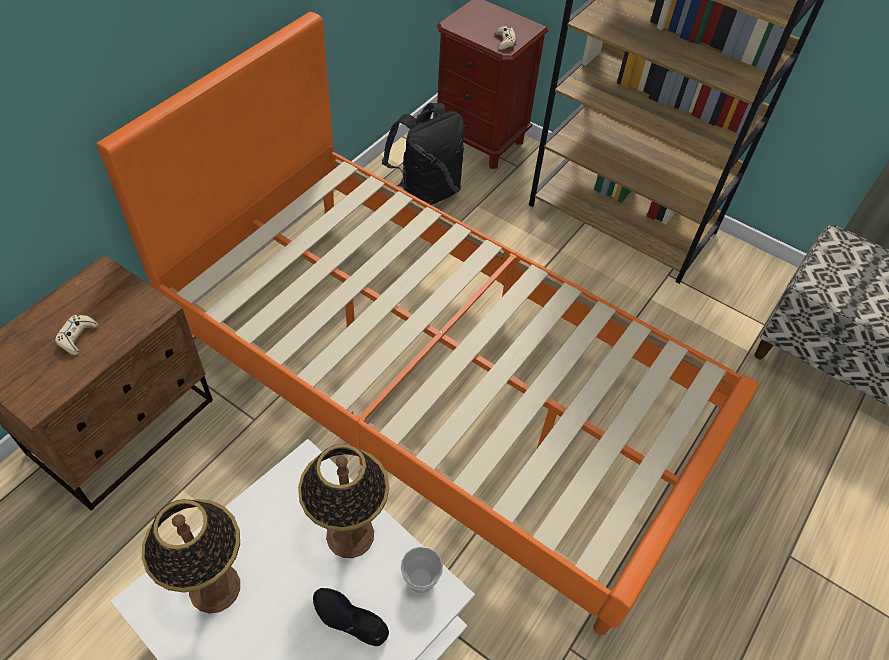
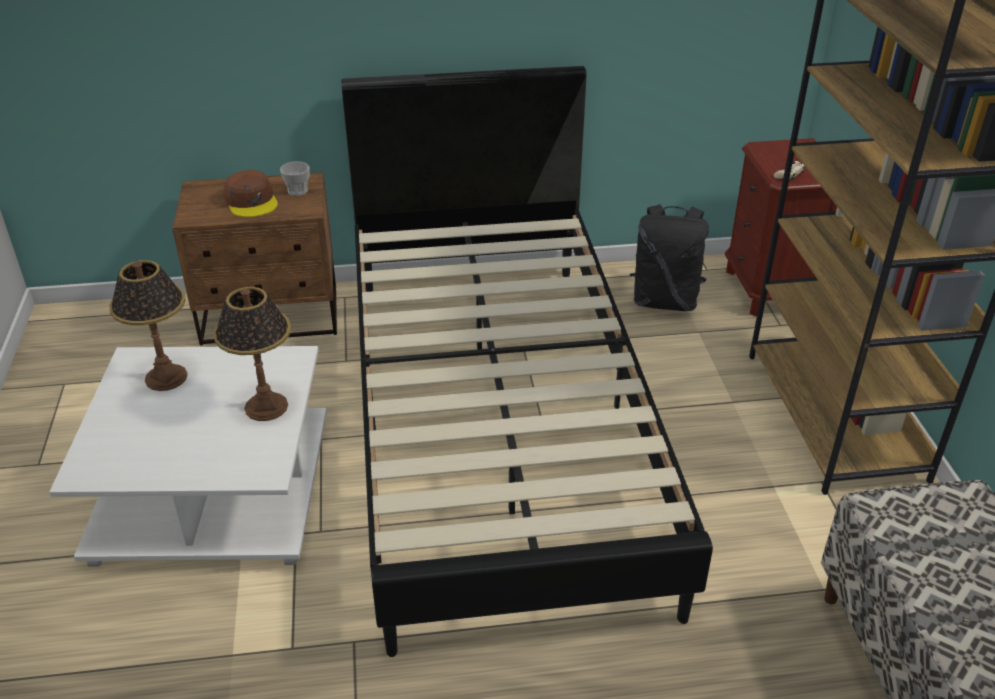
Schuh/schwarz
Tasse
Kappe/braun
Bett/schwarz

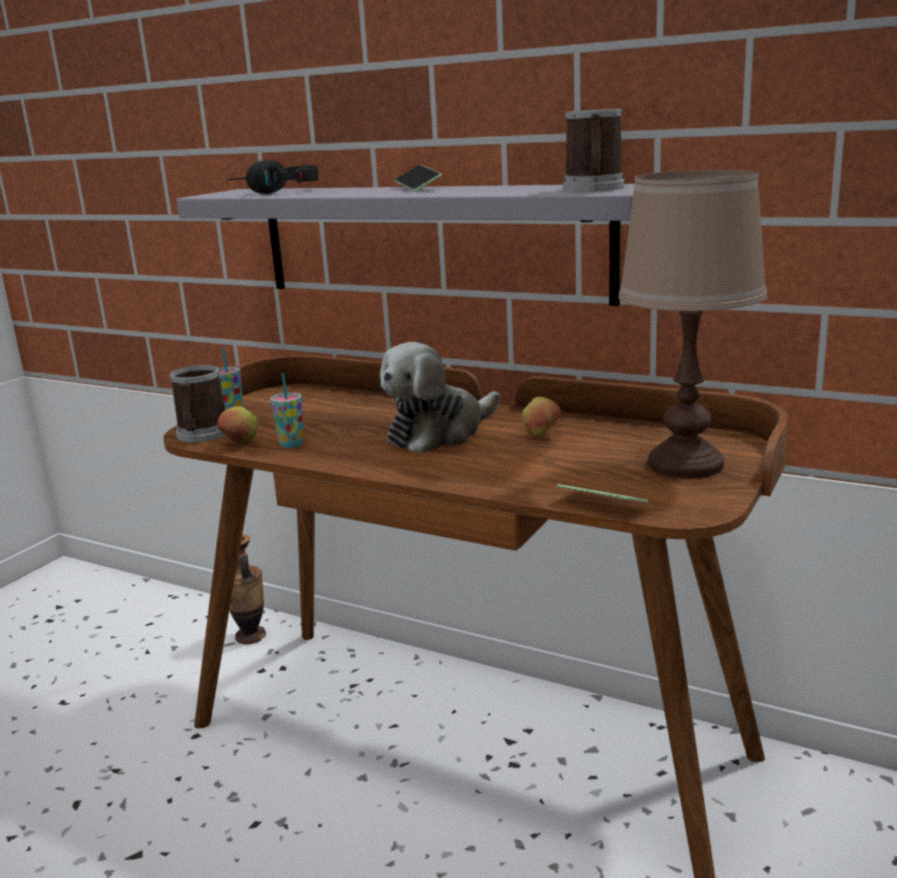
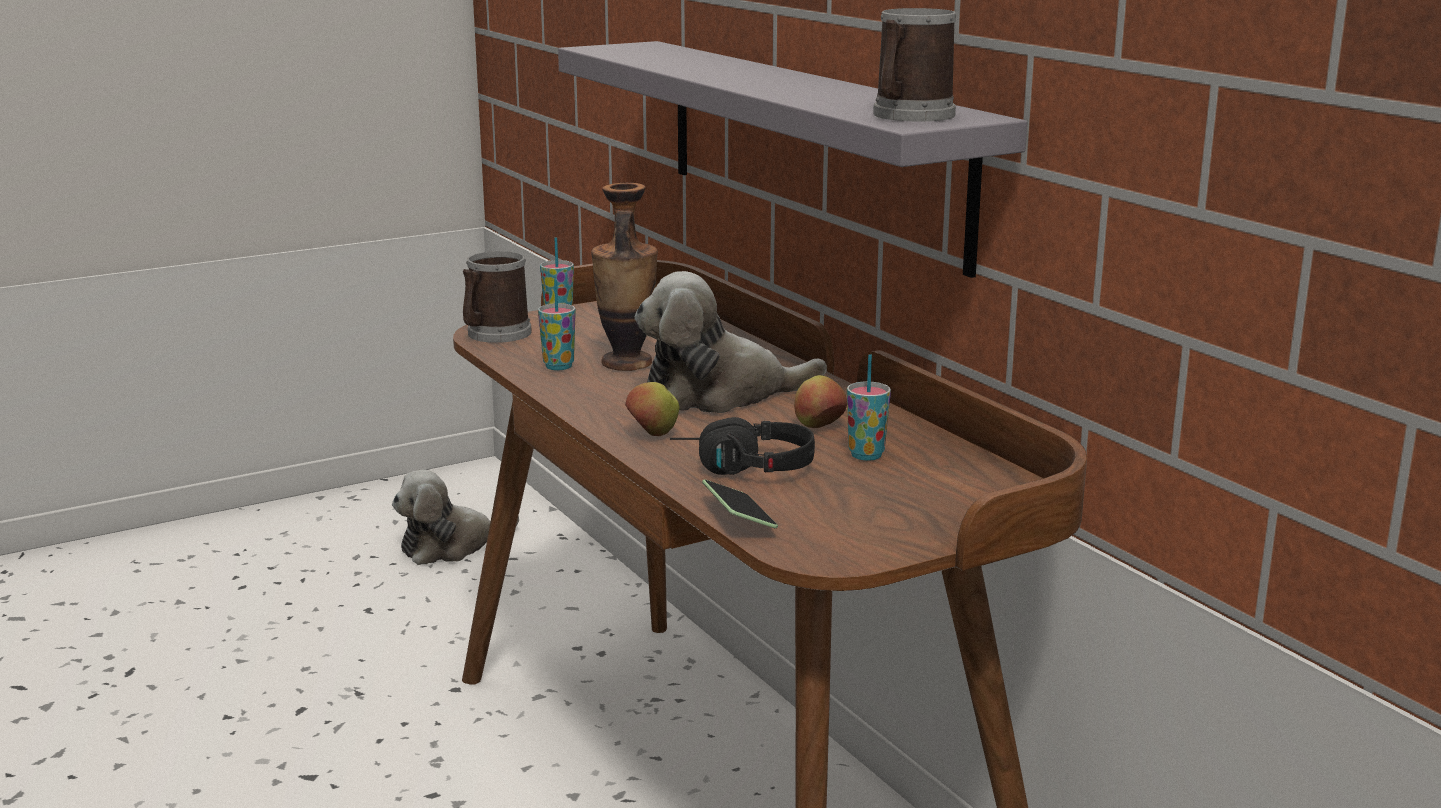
Handy (1st from left in the first image)
Tischlampe/braun
Plüschtier (1st from left)
Tasse (3rd from left)
Apfel (1st from left)
Kopfhörer/schwarz
Vase

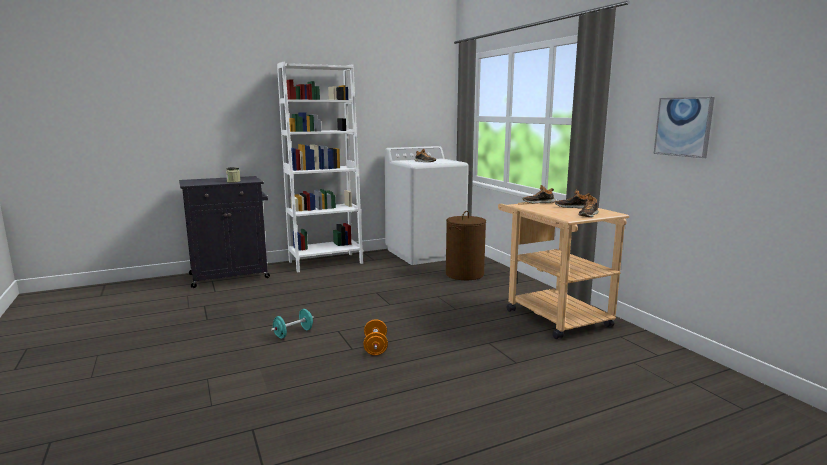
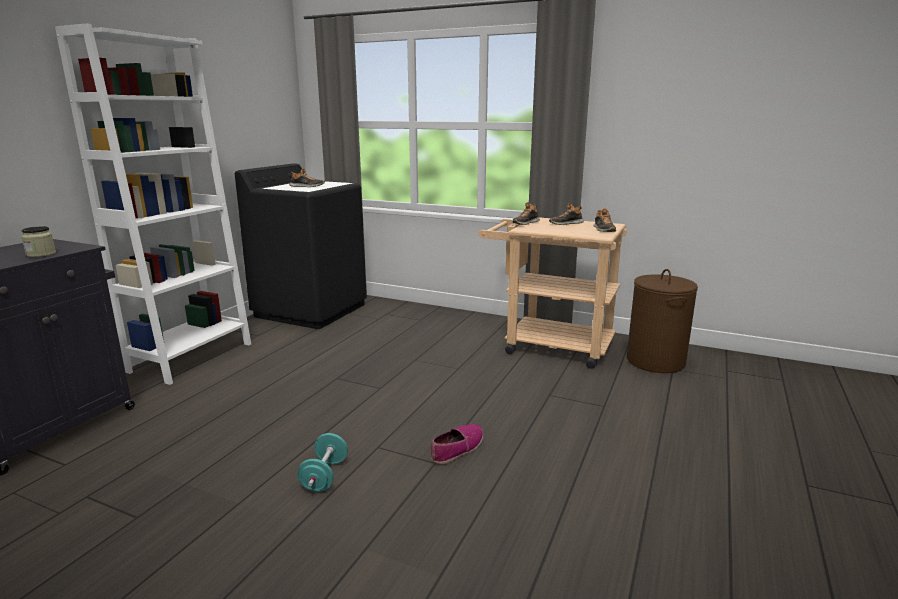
Bild
Wäschekorb/braun
Schuh (2nd from left)
Waschmaschine/schwarz

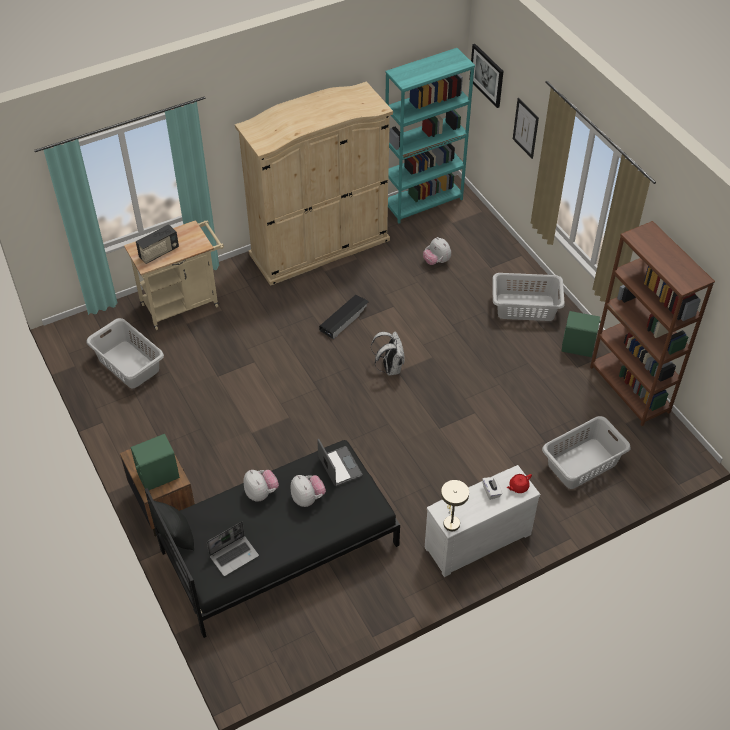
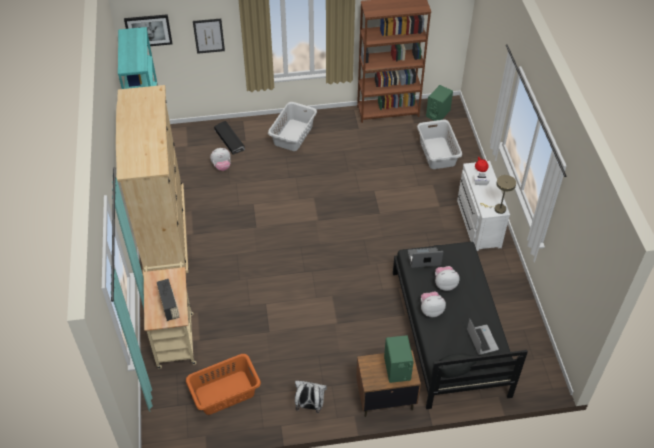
Aufbewahrungsbox/schwarz
Rucksack/weiß
Lautsprecher/grün (2nd from left)
Wäschekorb/orange

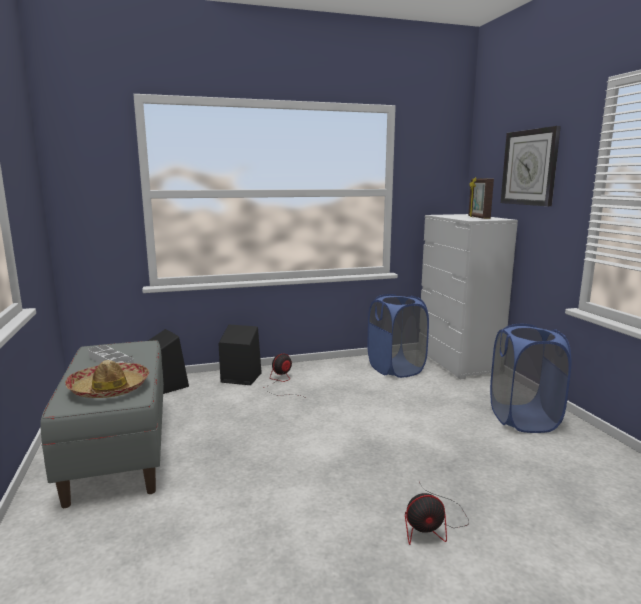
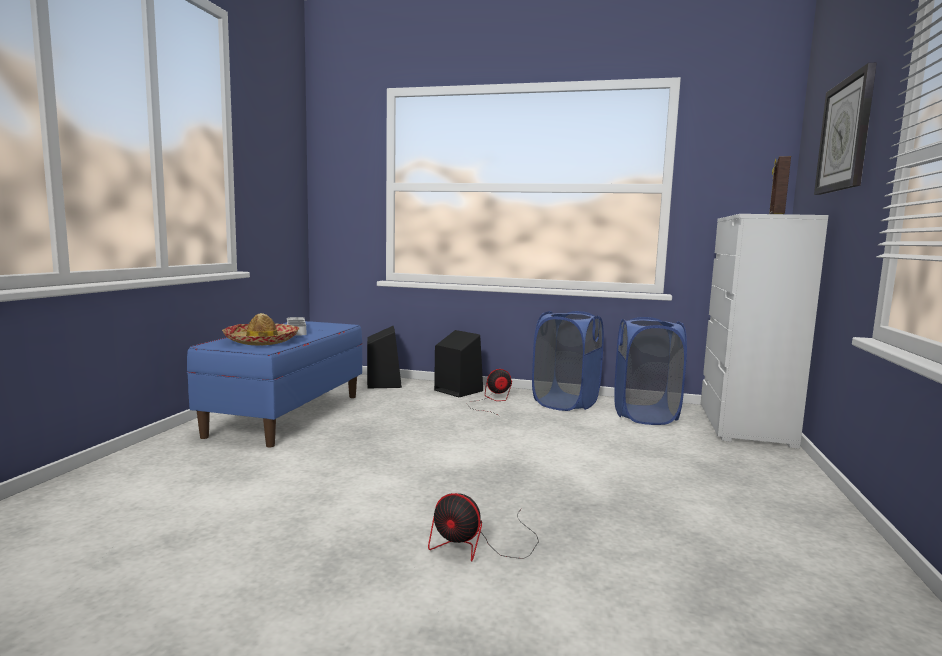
Wäschekorb/blau (1st from left)
Bank/blau

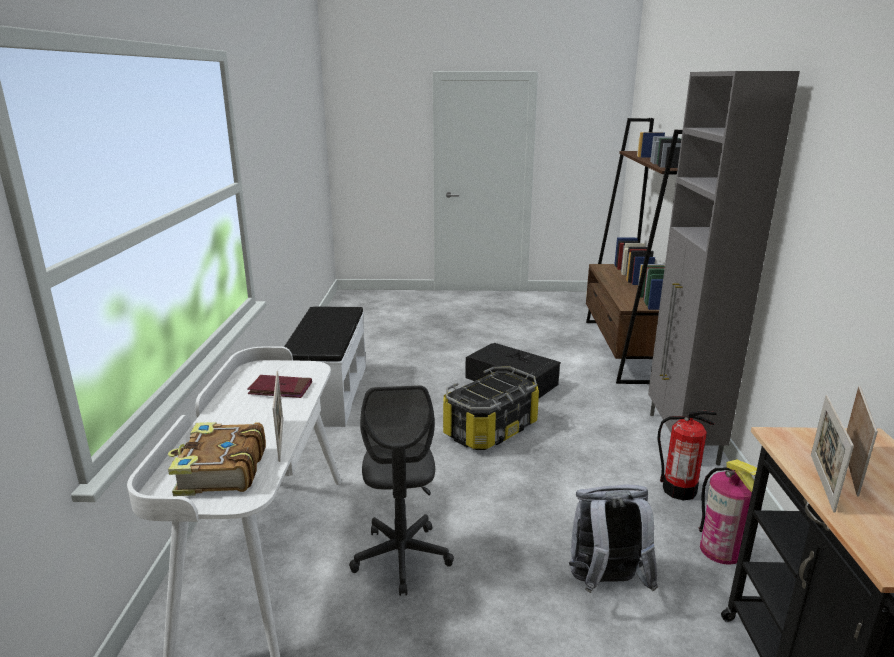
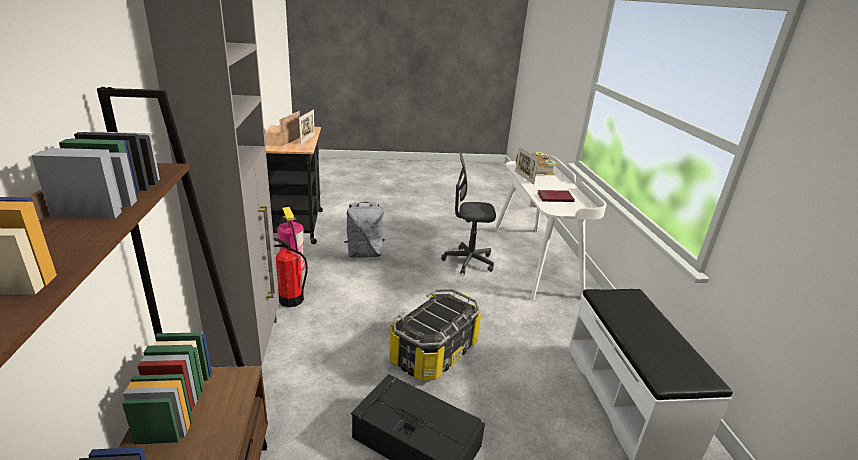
Bürostuhl/grau

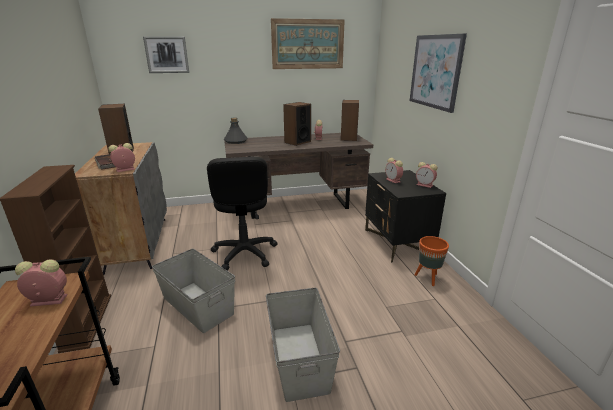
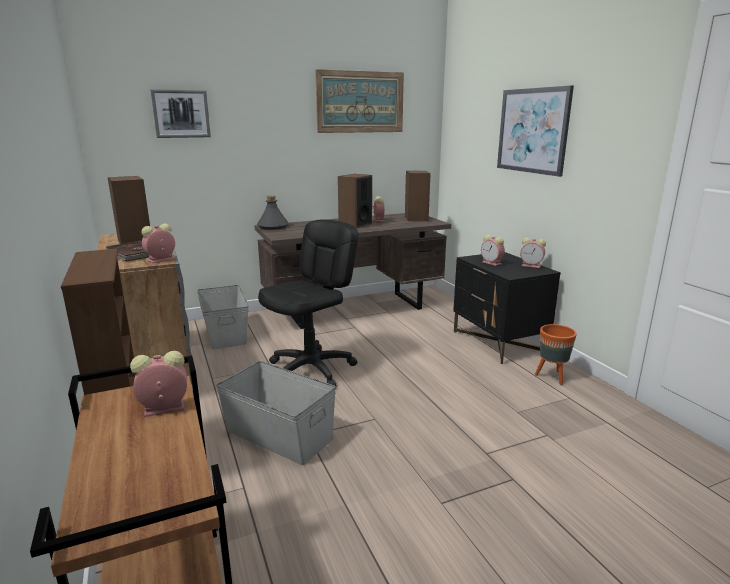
Aufbewahrungsbox/grau (1st from left)
Bürostuhl/schwarz

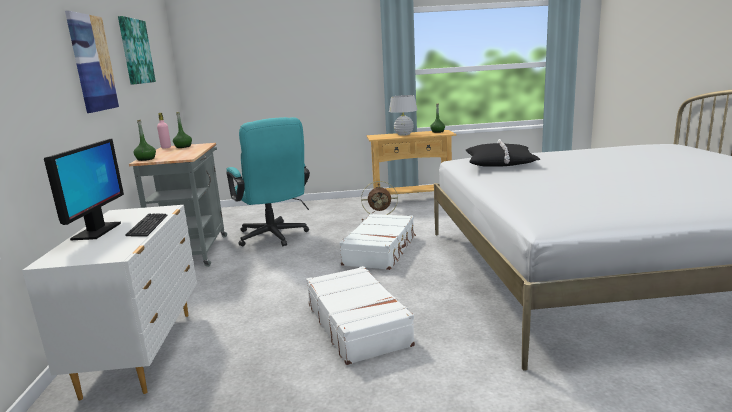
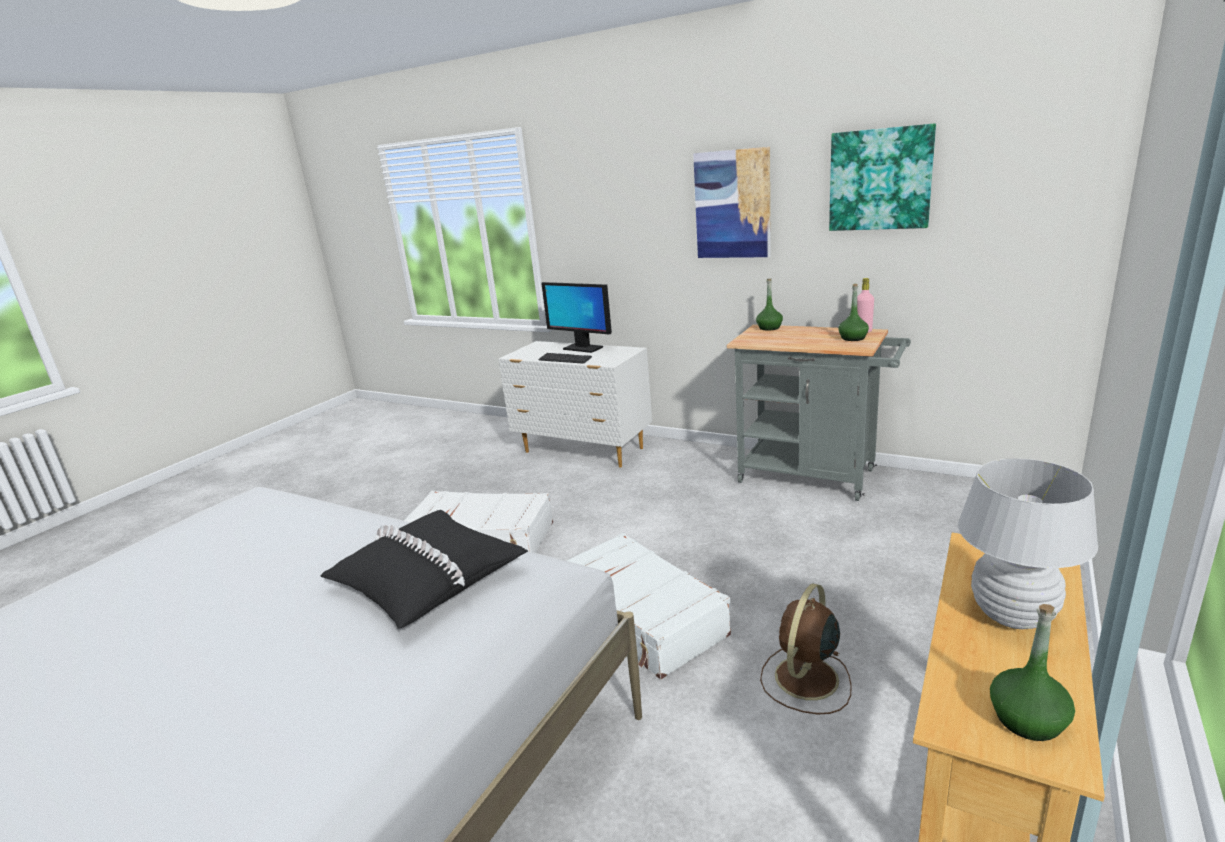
Bürostuhl/türkis

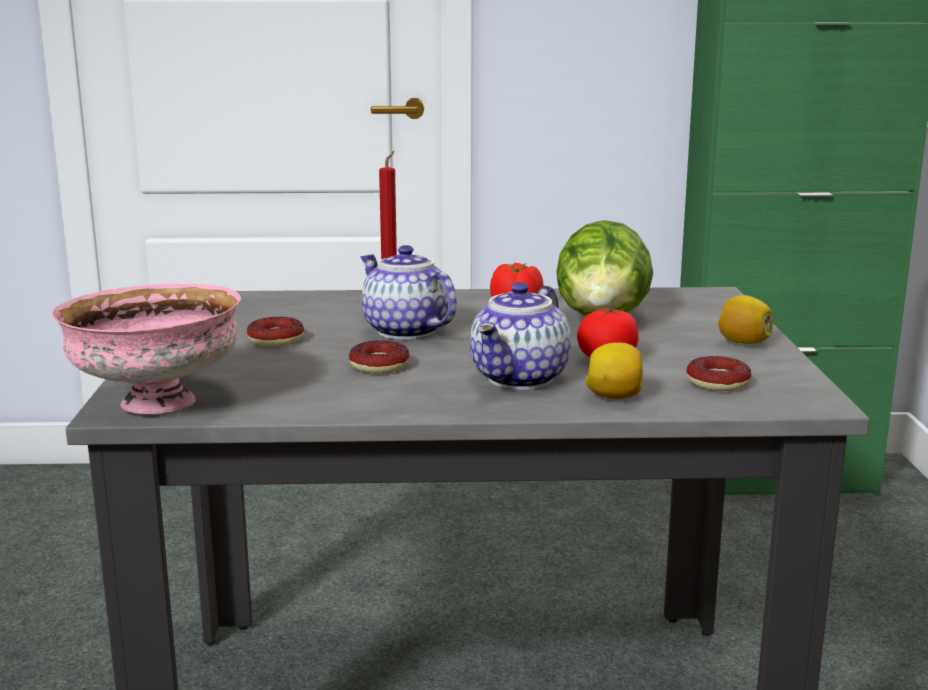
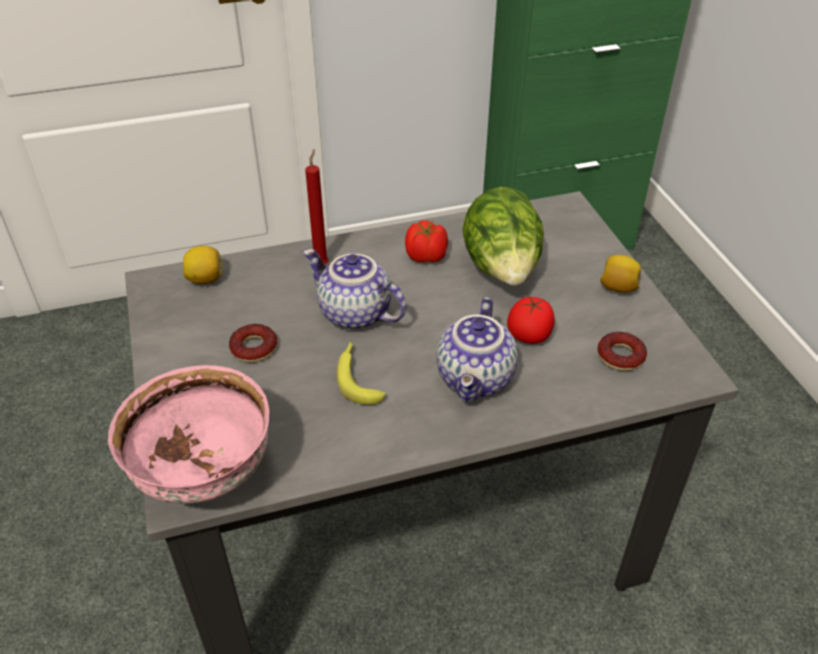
Zitrone (1st from left)
Banane

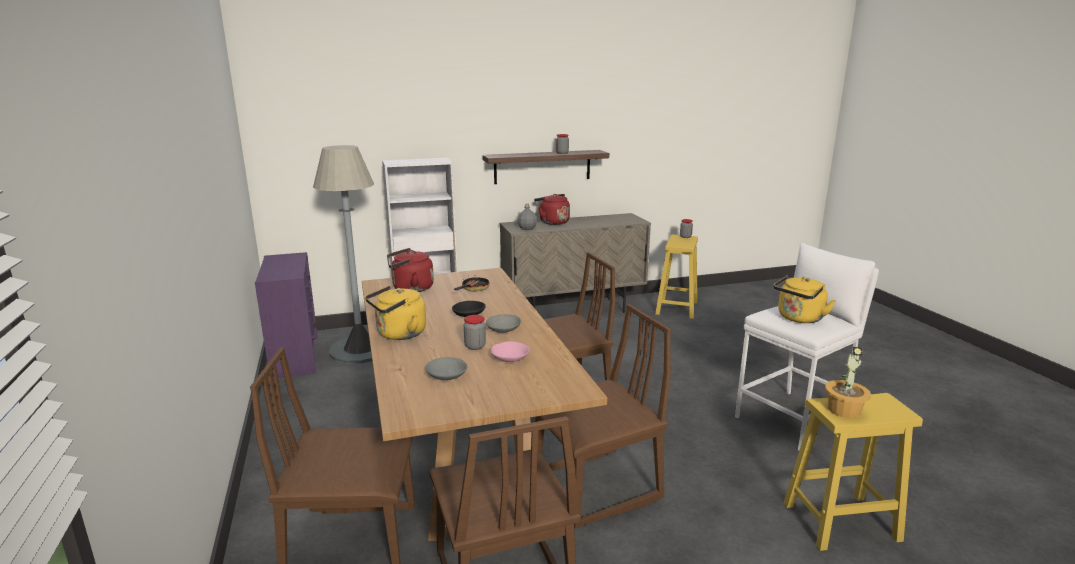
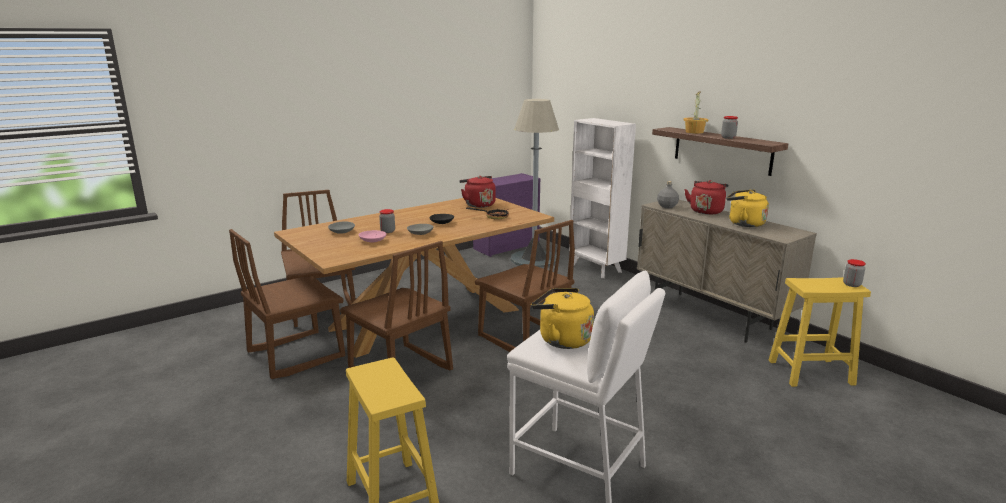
Wasserkessel/gelb (2nd from left)
Topfpflanze

